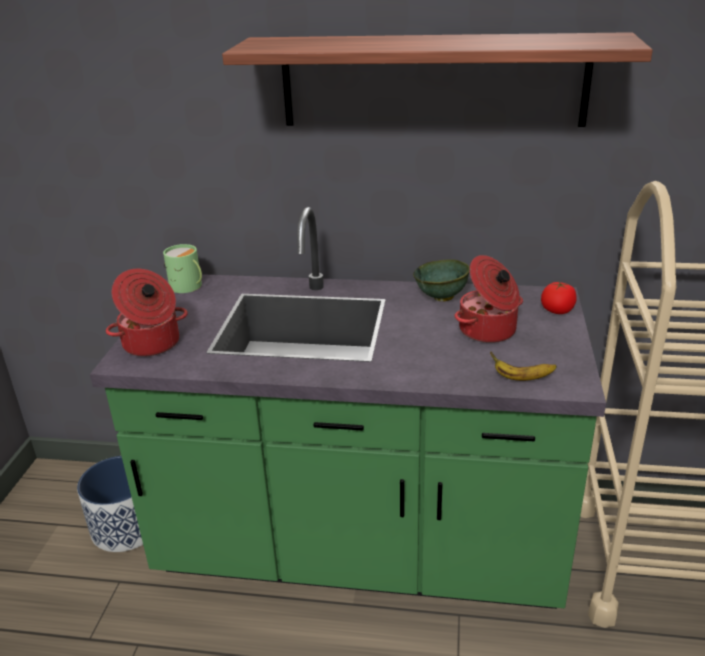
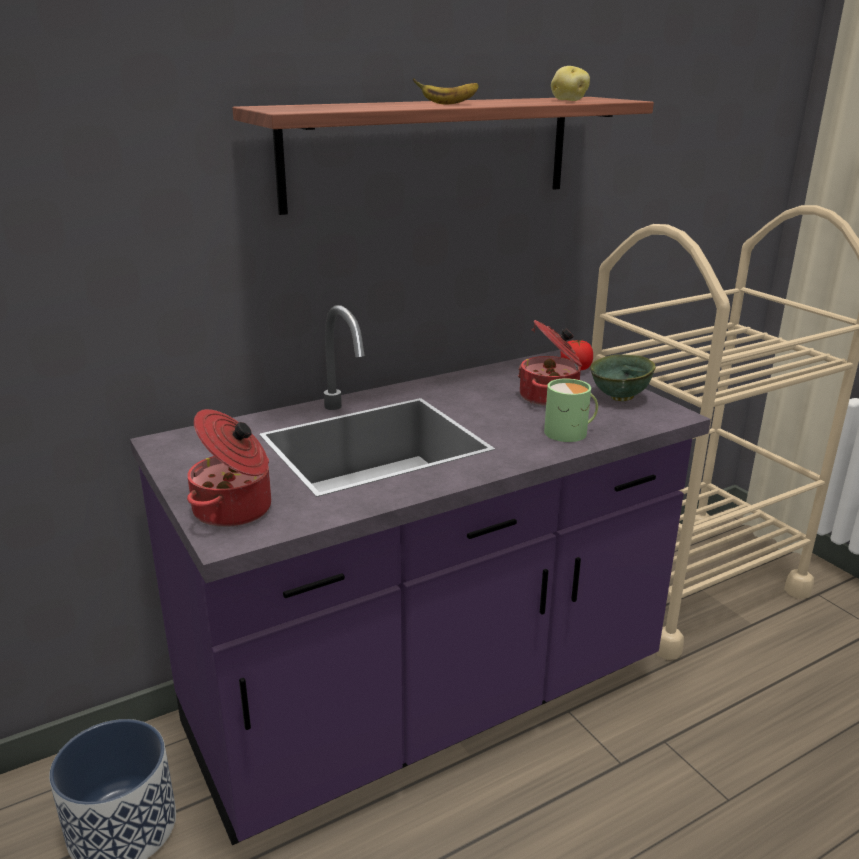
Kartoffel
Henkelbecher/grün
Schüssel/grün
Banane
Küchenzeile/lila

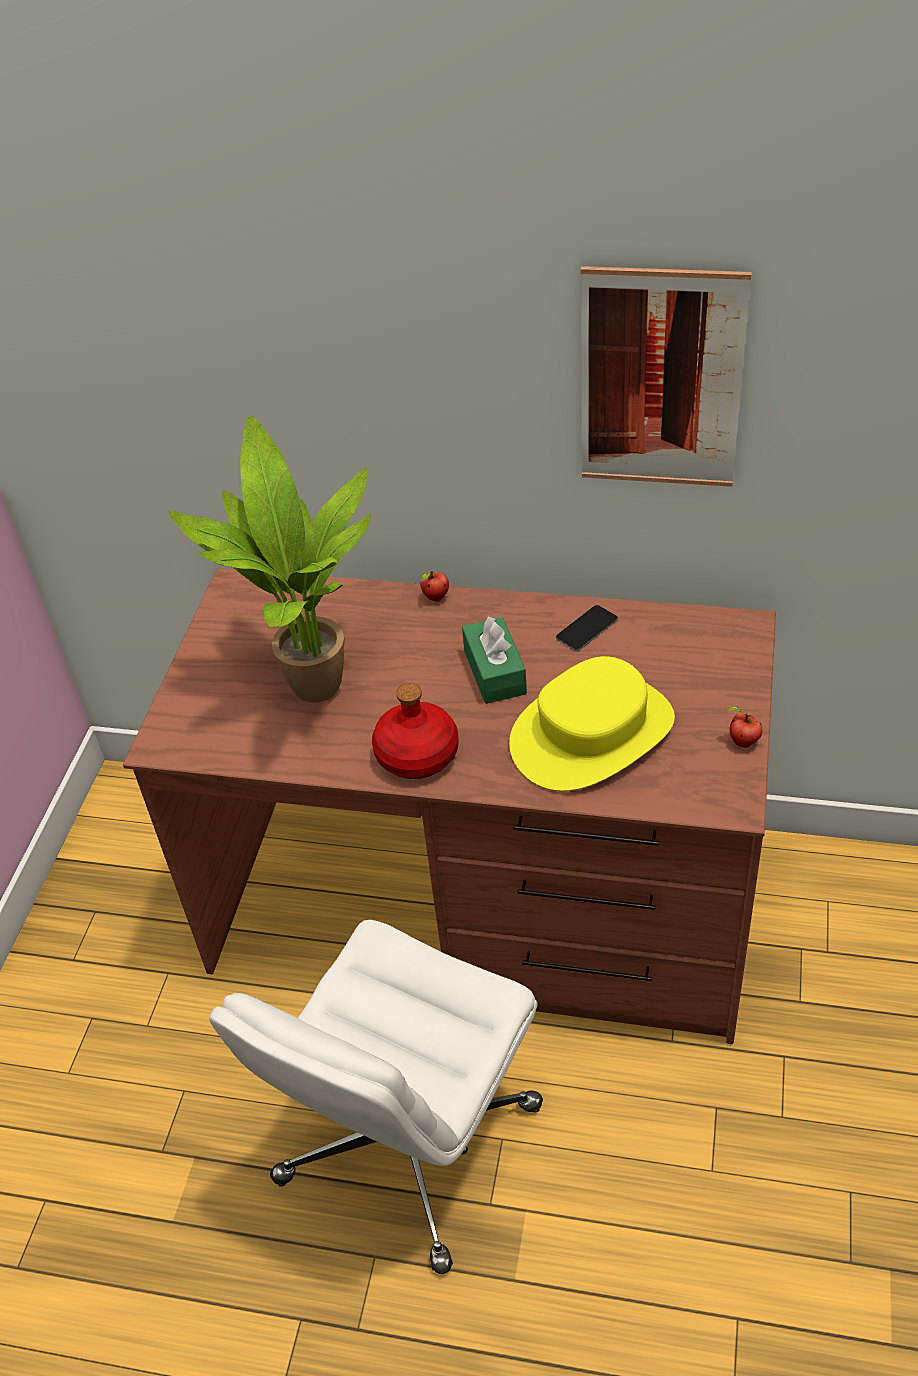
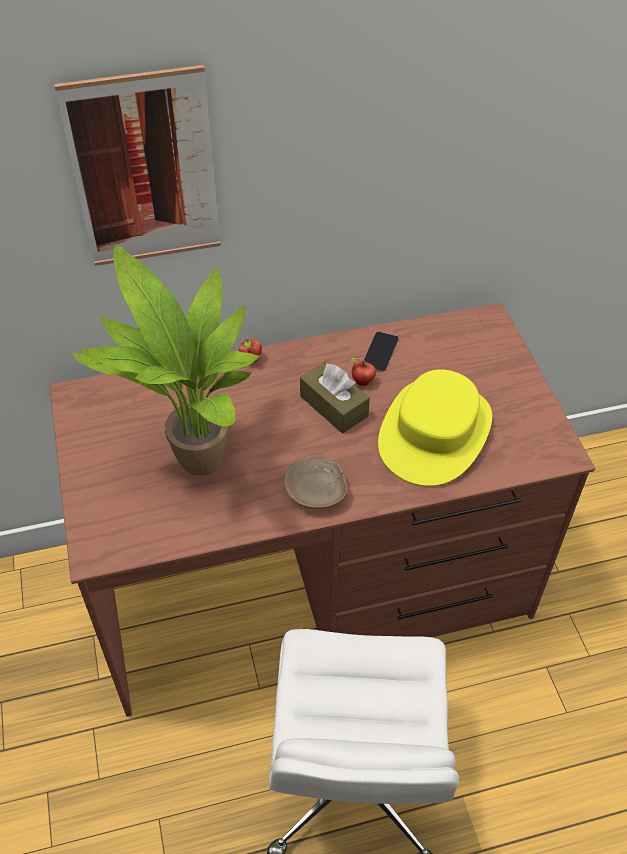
Bild
Apfel (2nd from left)
Schüssel/beige
Taschentuchbox/braun

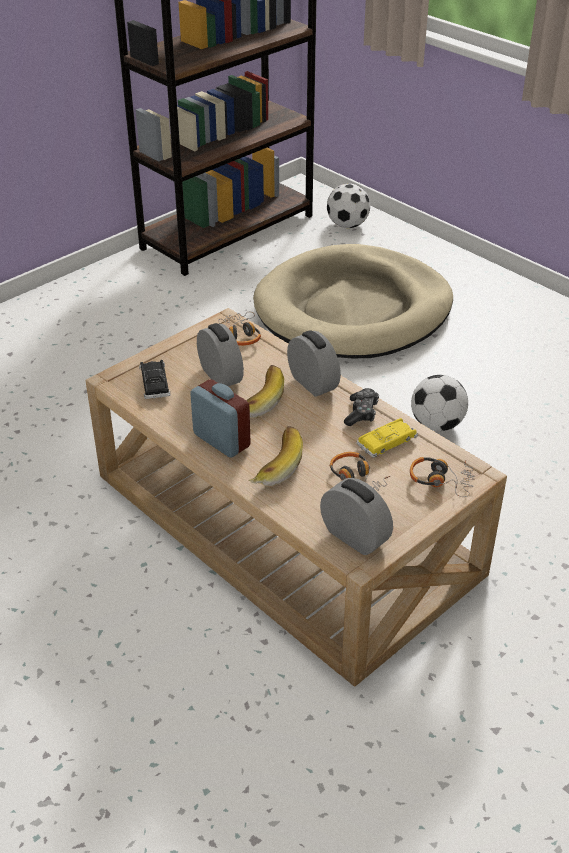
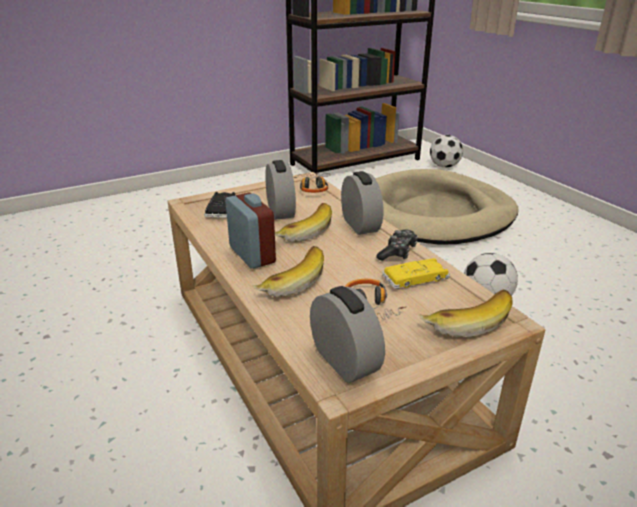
Banane (3rd from left)

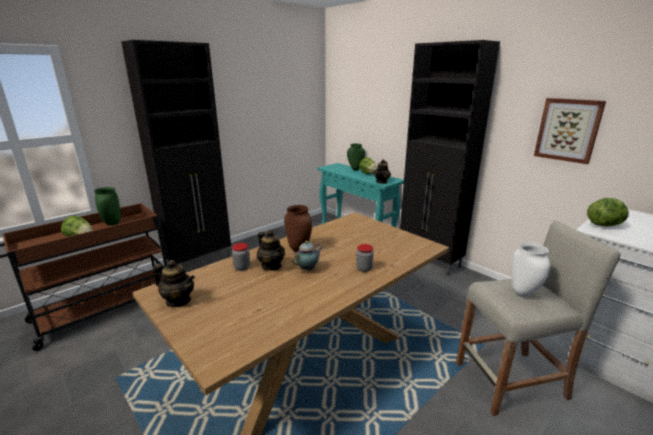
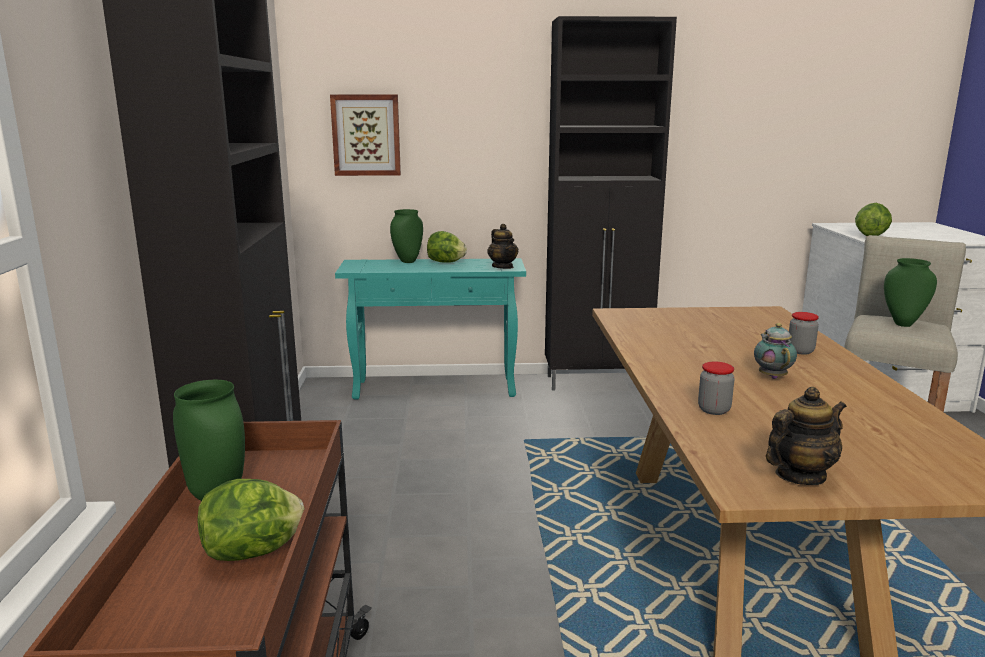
Teekanne (2nd from left in the first image)
Vase/braun
Bild
Vase/grün (3rd from left)

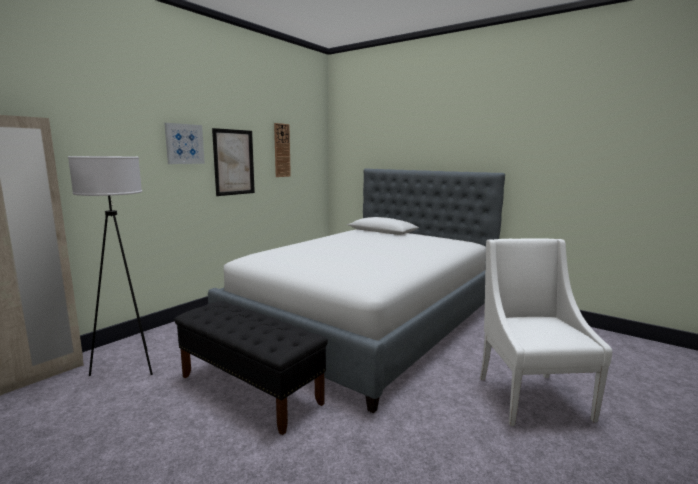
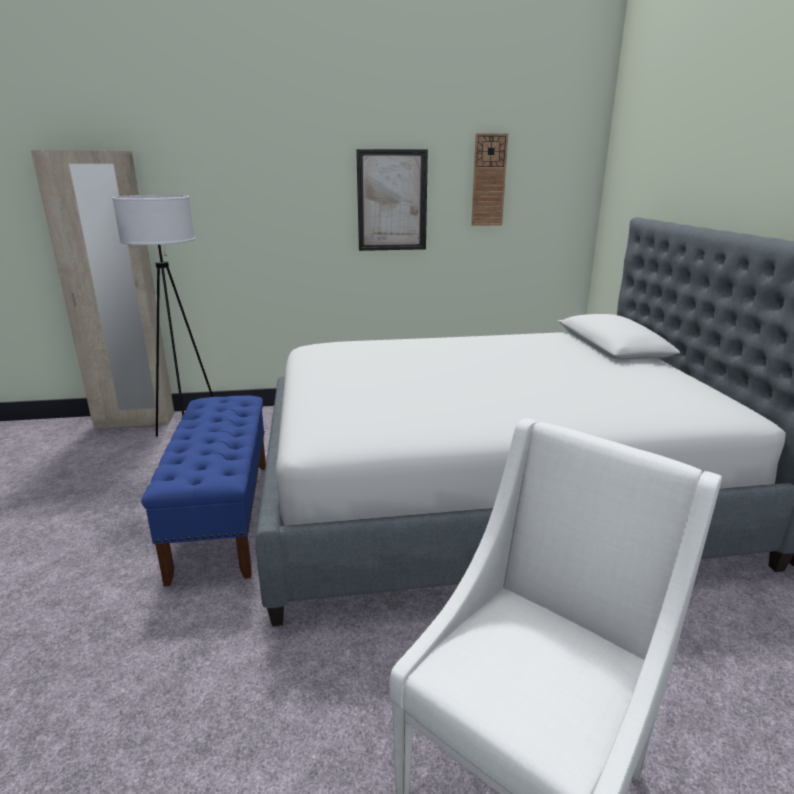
Bild (1st from left in the first image)
Bank/blau

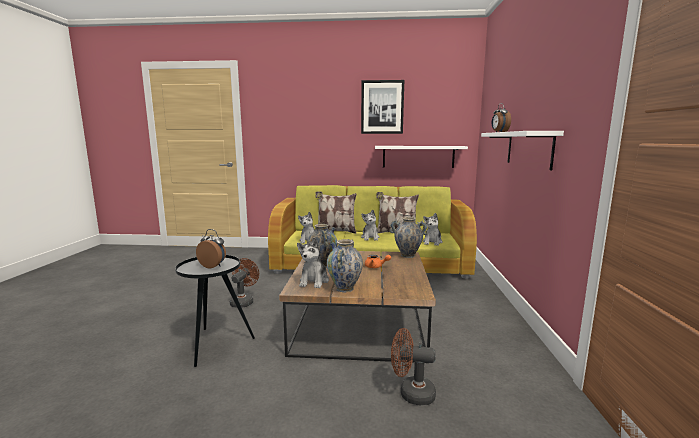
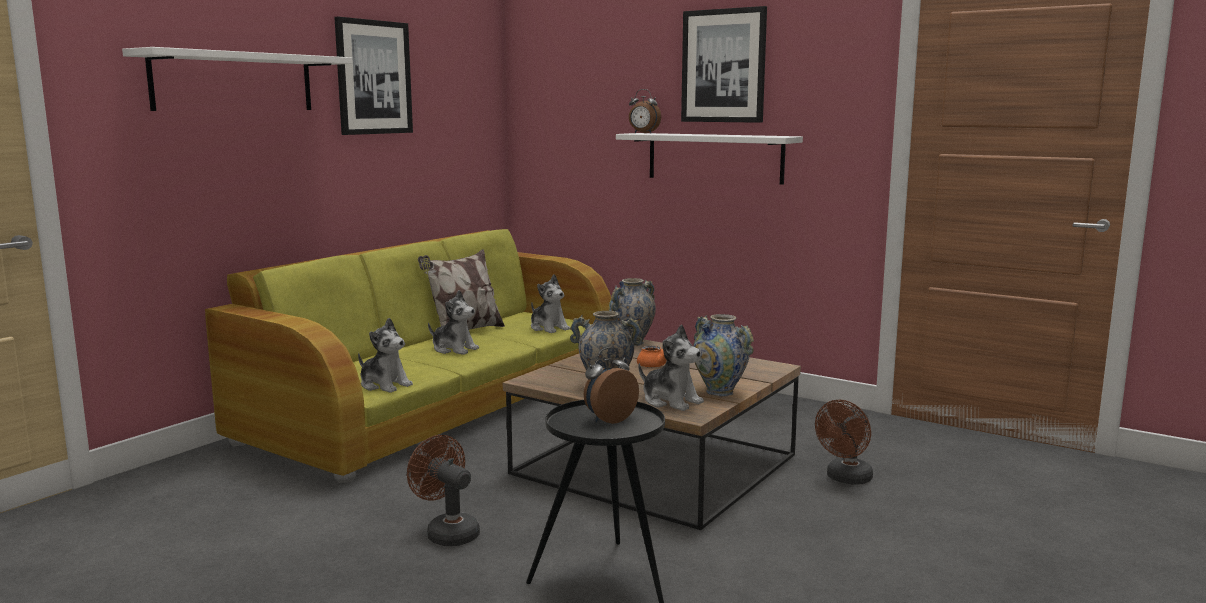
Kissen (1st from left in the first image)
Bild (2nd from left)
Wandregal/weiß (1st from left)

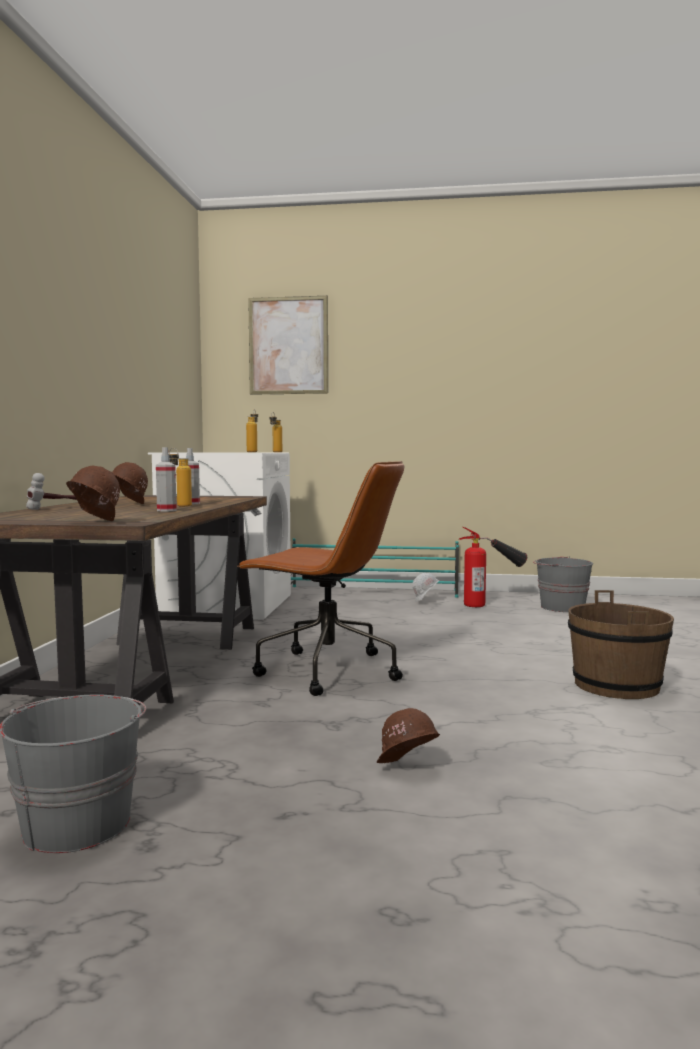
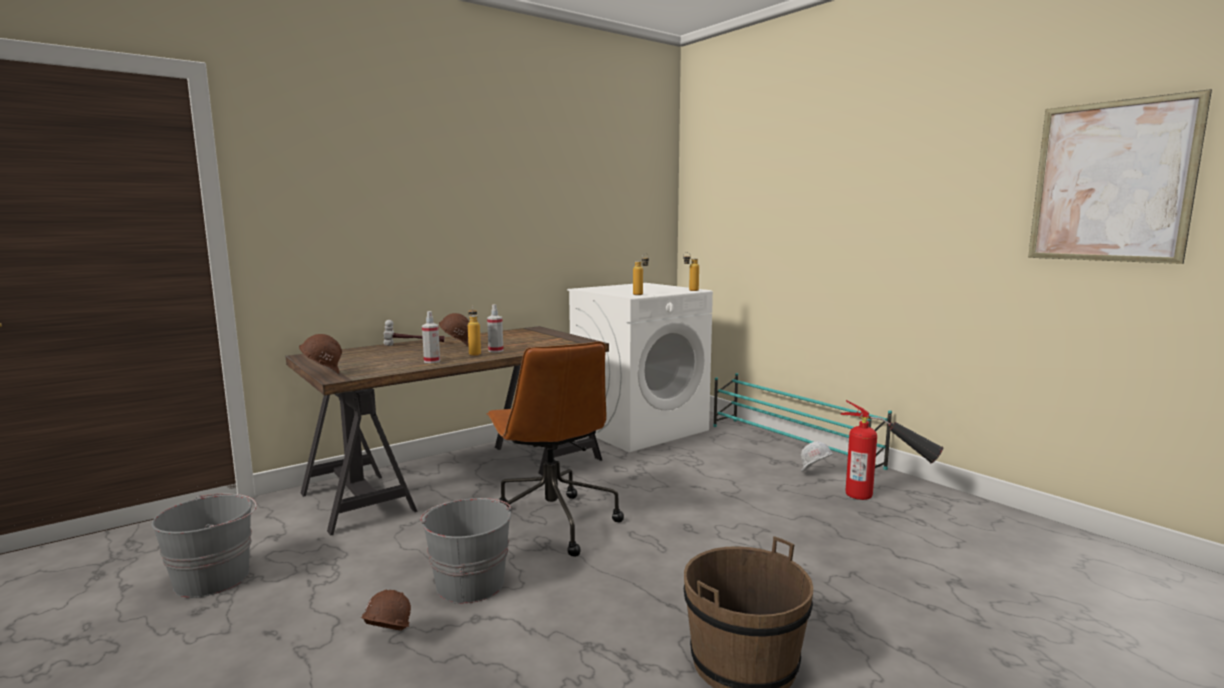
Bild
Eimer/grau (2nd from left)

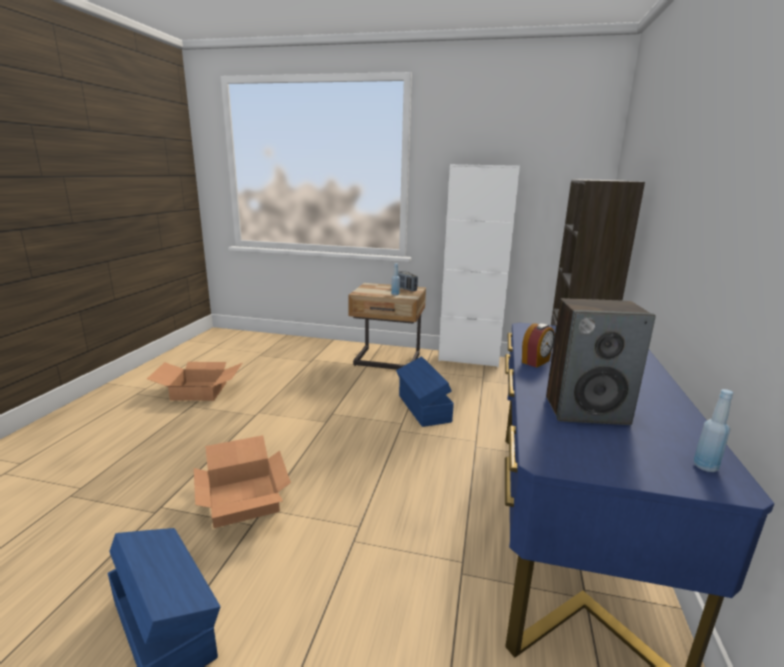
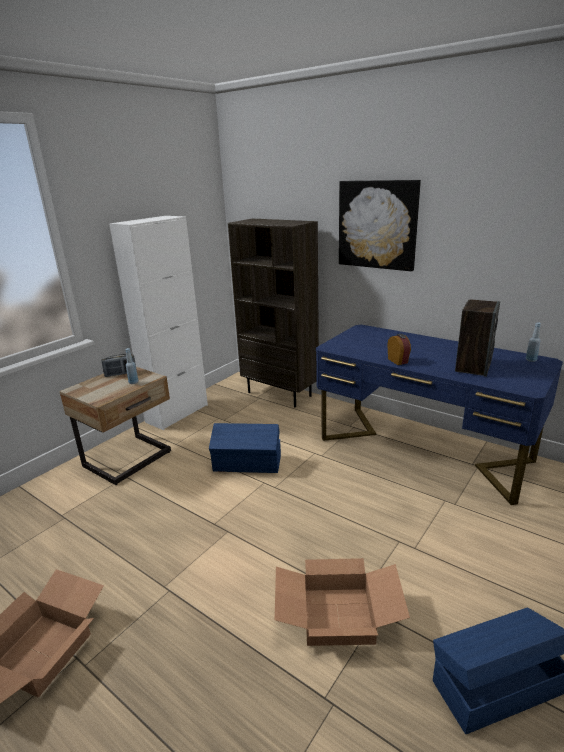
Bild

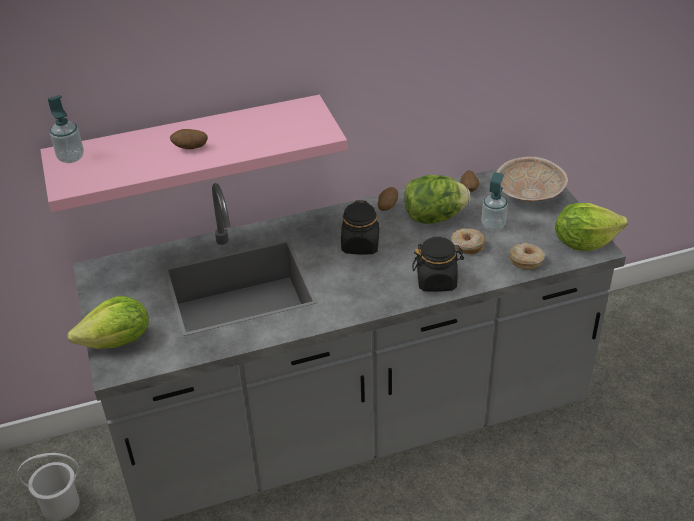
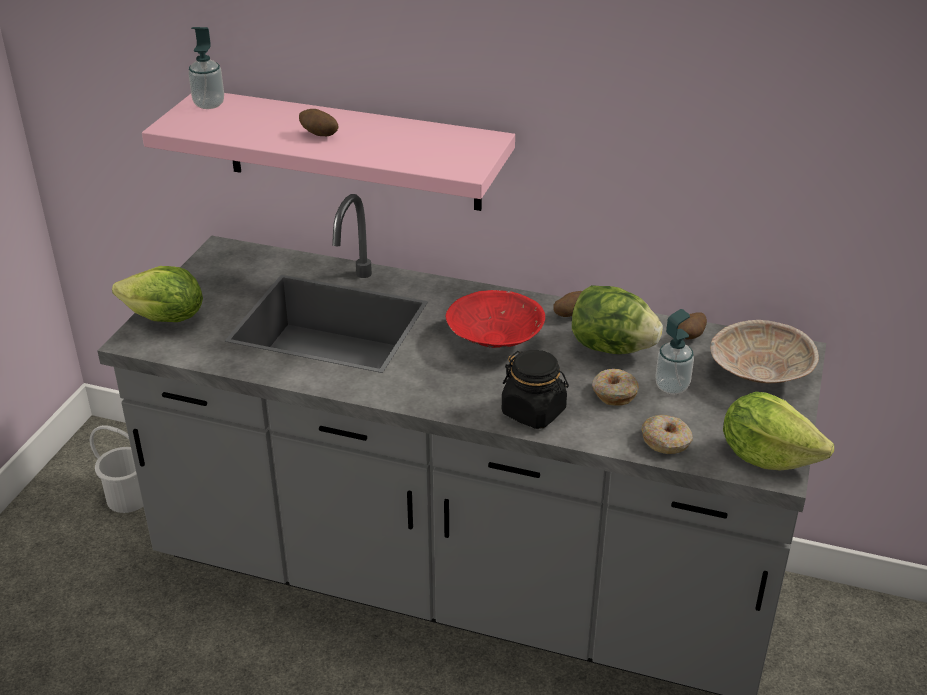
Schüssel/rot

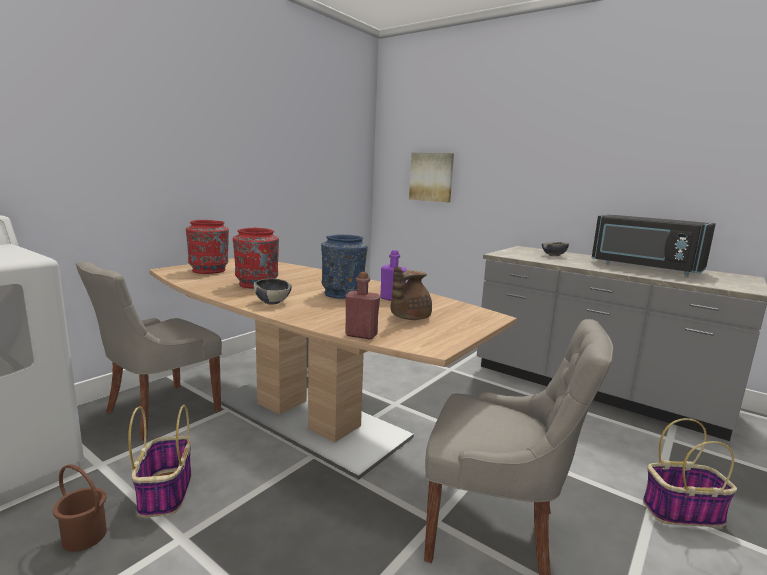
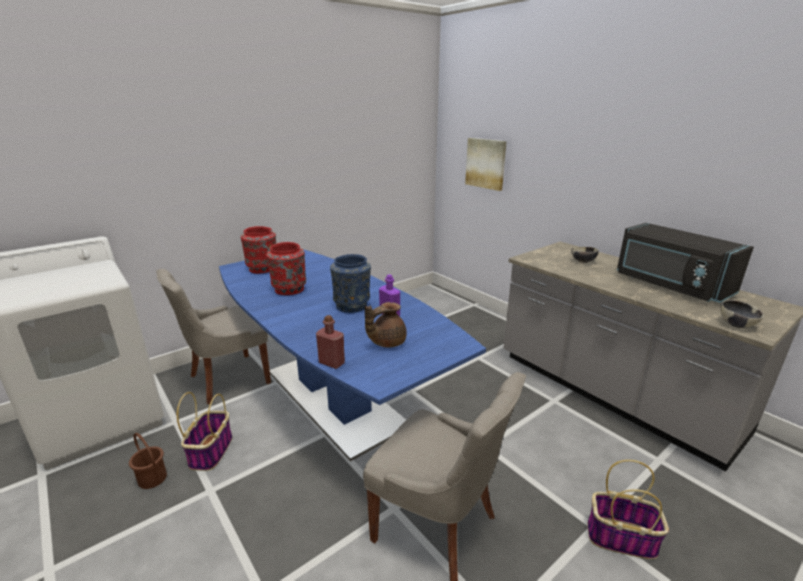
Schüssel (2nd from left)
Esstisch/blau

